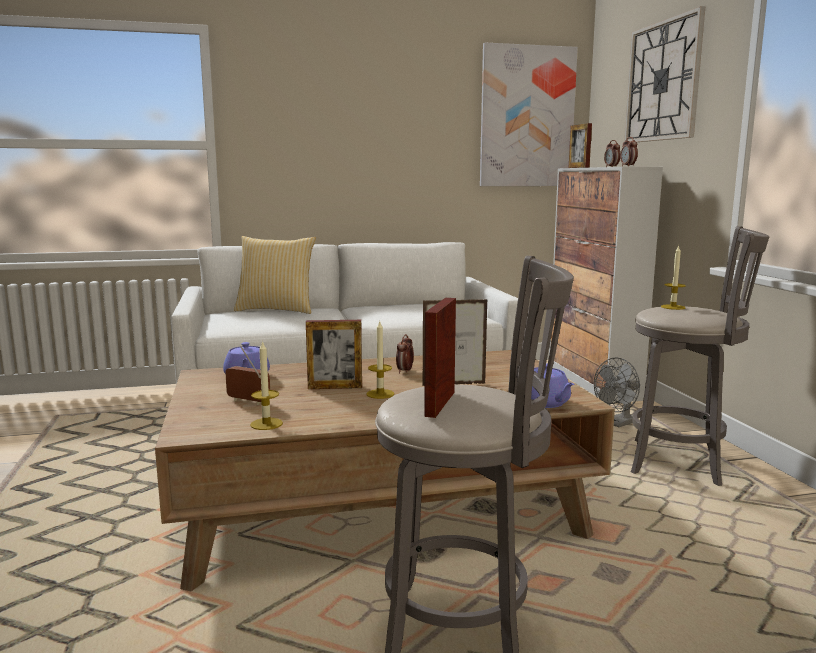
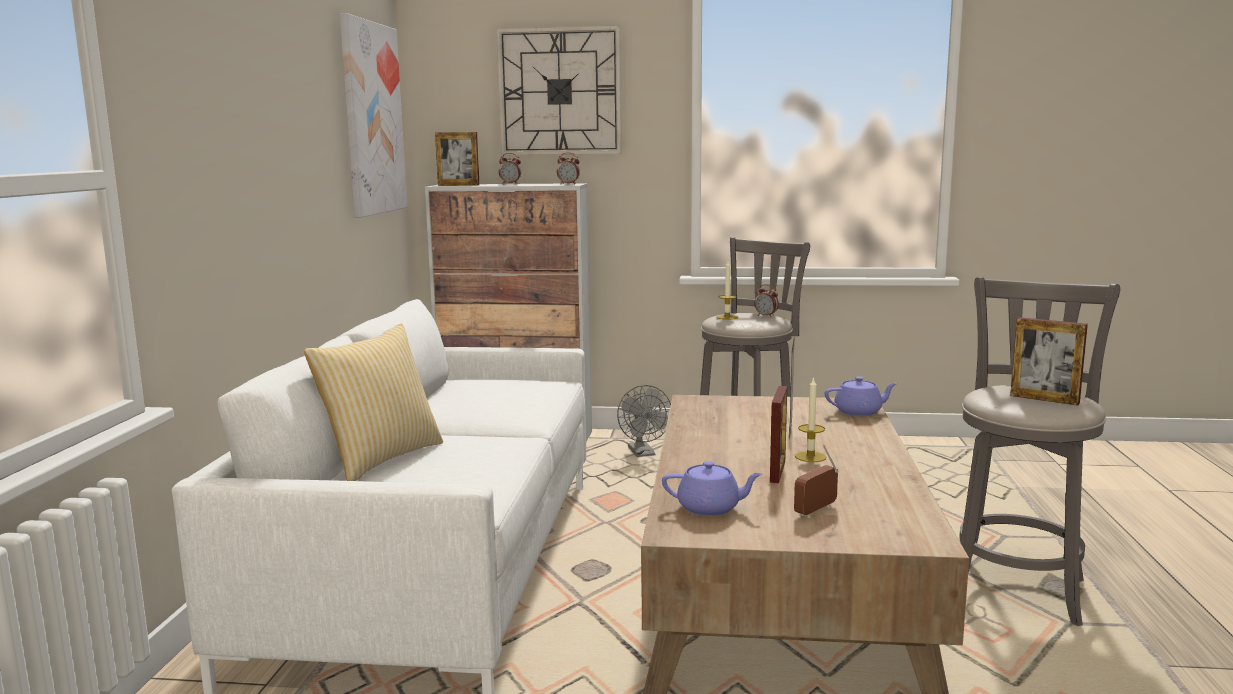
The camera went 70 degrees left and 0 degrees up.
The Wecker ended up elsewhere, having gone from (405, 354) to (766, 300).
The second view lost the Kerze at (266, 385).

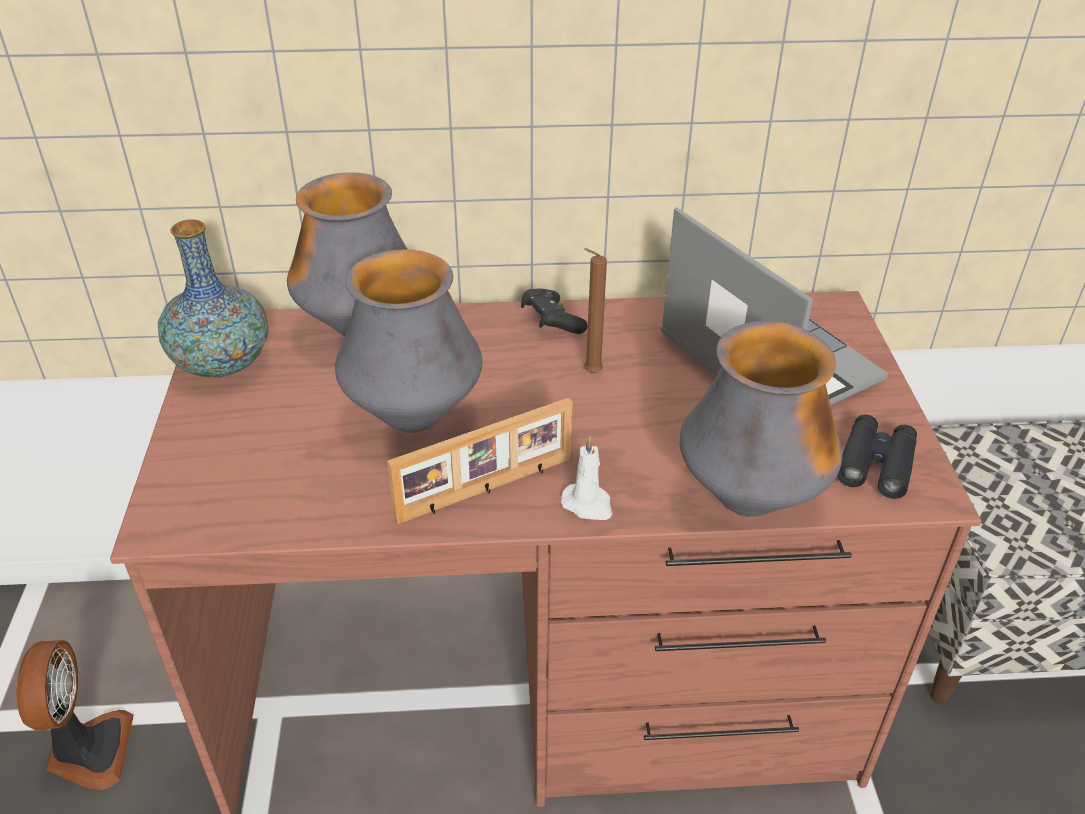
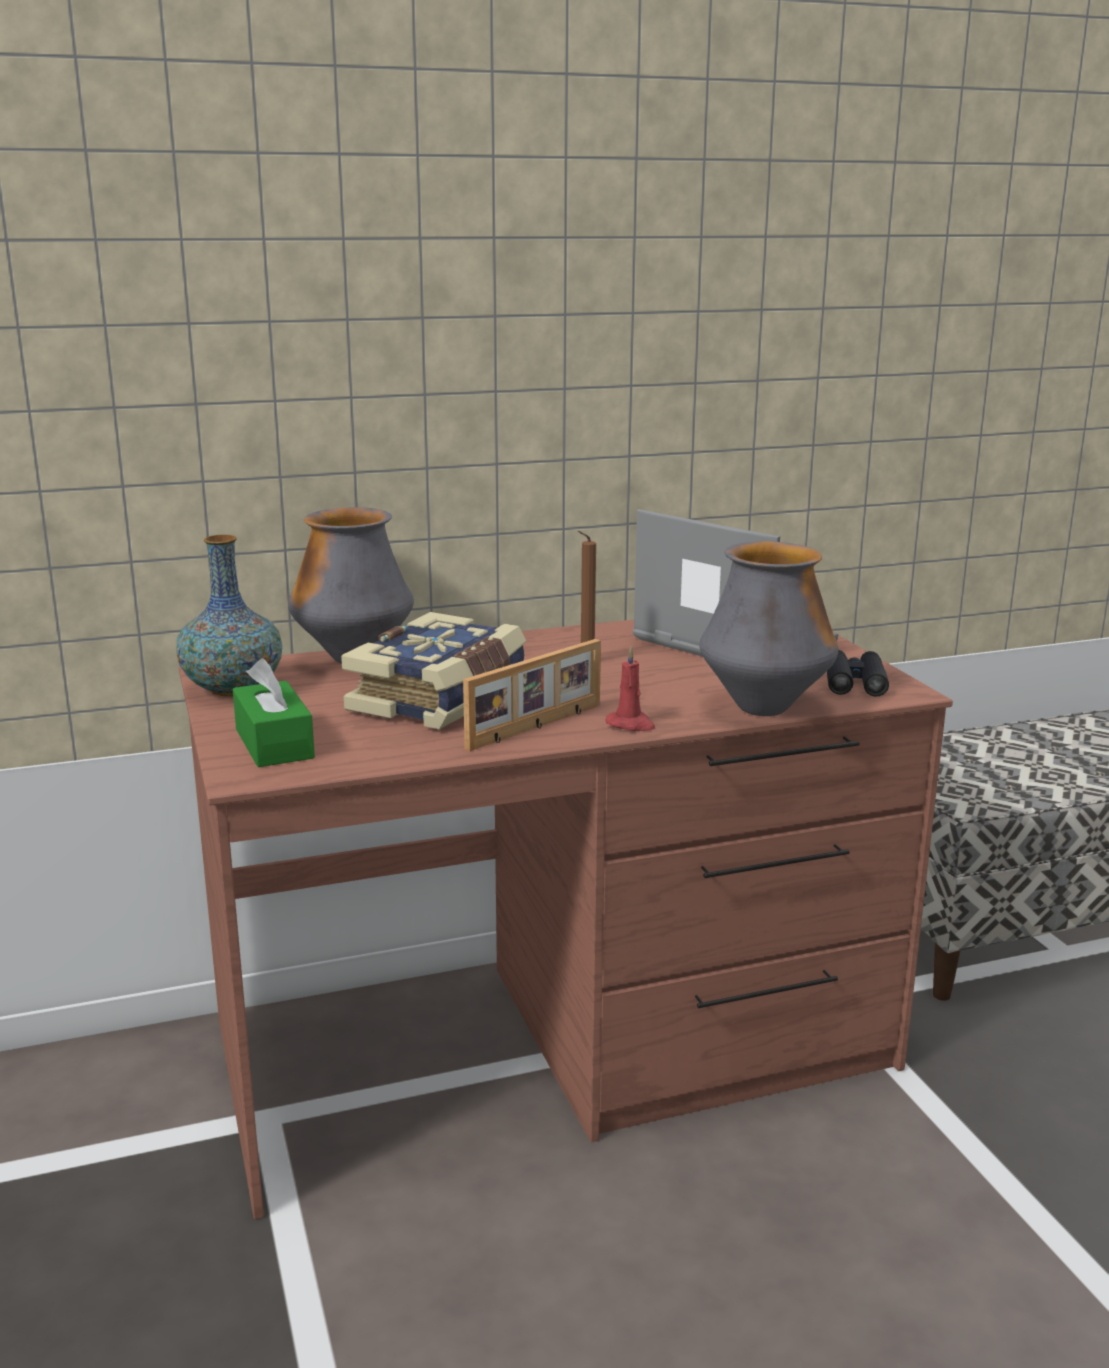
The camera went 15 degrees left and 20 degrees down.
The second view gained the Taschentuchbox/grün at (274, 712).
Where the Vase stood at (408, 341), the Buch came to stand at (433, 670).
What was the Kerze/weiß at (586, 478) turned into the Kerze/rot at (630, 688).
The second view lost the Ventilator at (75, 715).
The second view lost the Gamepad/schwarz at (554, 311).

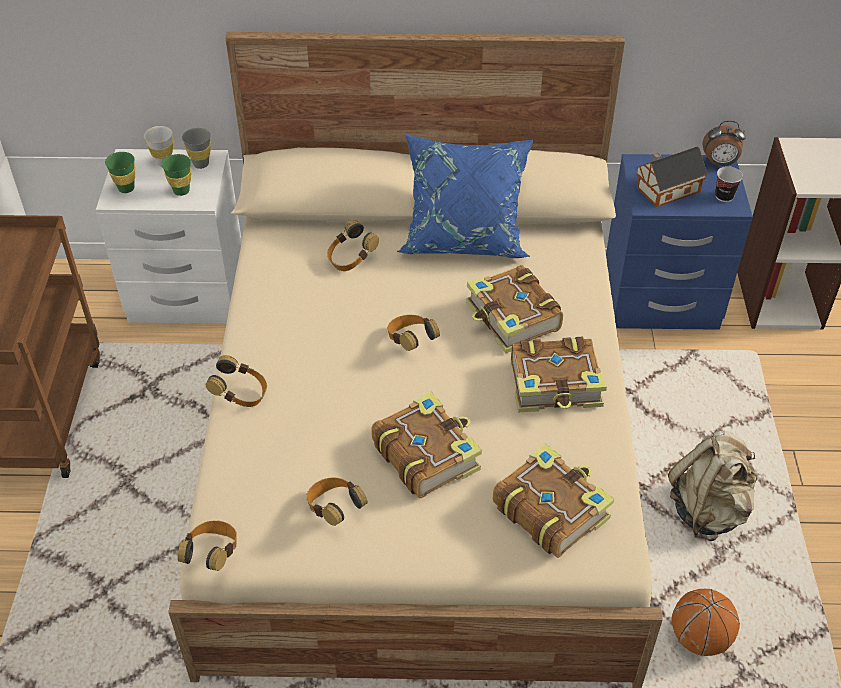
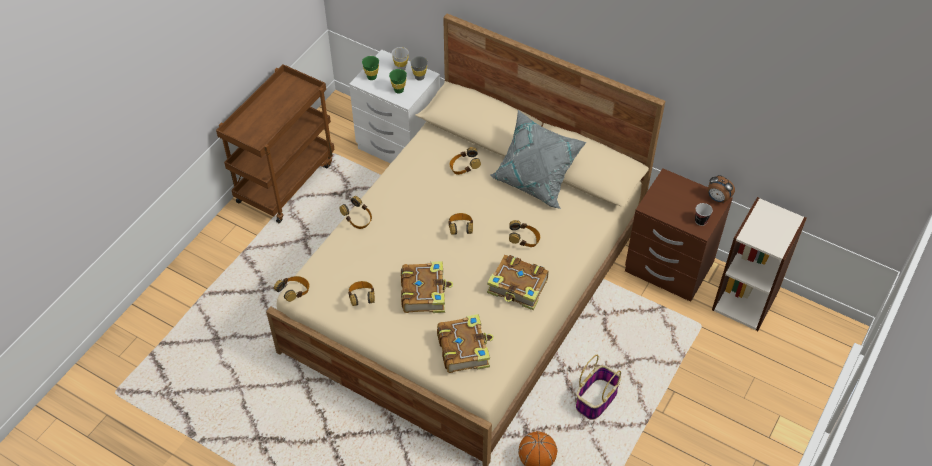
The camera went 30 degrees right and 5 degrees up.
What was the Kissen/blau at (465, 196) turned into the Kissen/grau at (538, 159).
Where the Buch stood at (514, 309), the Kopfhörer came to stand at (524, 233).
Where the Rucksack/beige stood at (712, 486), the Korb came to stand at (598, 387).
What was the Nachttisch/blau at (679, 242) turned into the Nachttisch/braun at (679, 235).
The second view lost the Spielzeughaus at (672, 177).

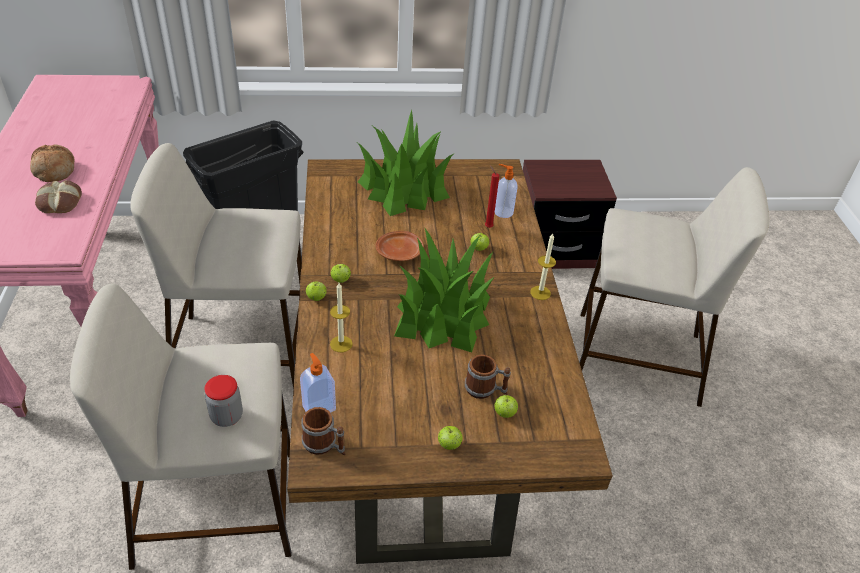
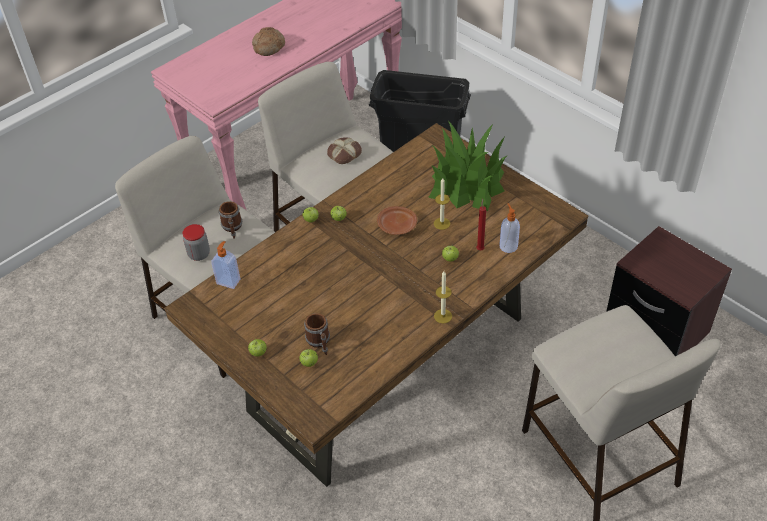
The camera went 55 degrees right and 5 degrees up.
The Henkelbecher ended up elsewhere, having gone from (323, 431) to (230, 220).
The Brot ended up elsewhere, having gone from (58, 196) to (344, 150).
The Kerze ended up elsewhere, having gone from (341, 317) to (442, 204).
The second view lost the Topfpflanze at (444, 290).

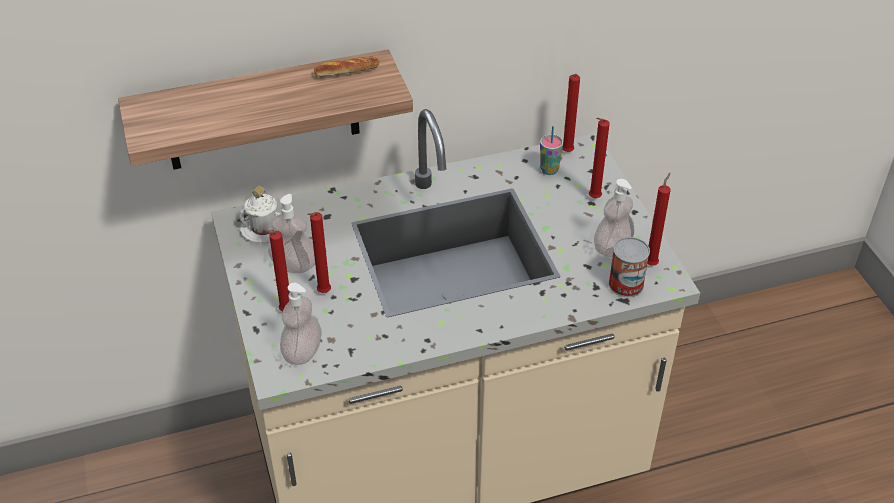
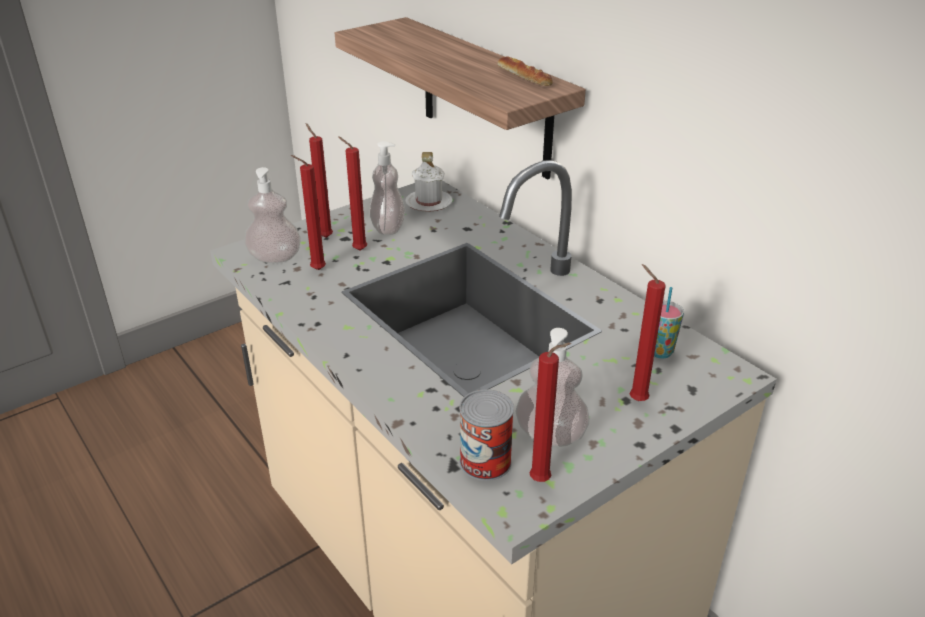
The camera went 70 degrees right and 10 degrees down.
The Kerze/rot ended up elsewhere, having gone from (571, 113) to (308, 212).

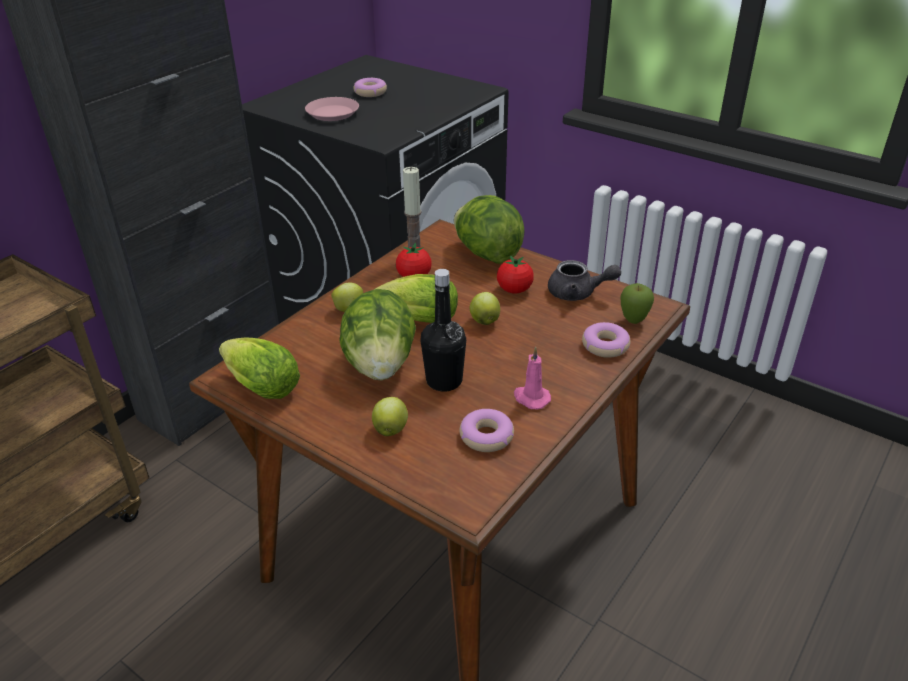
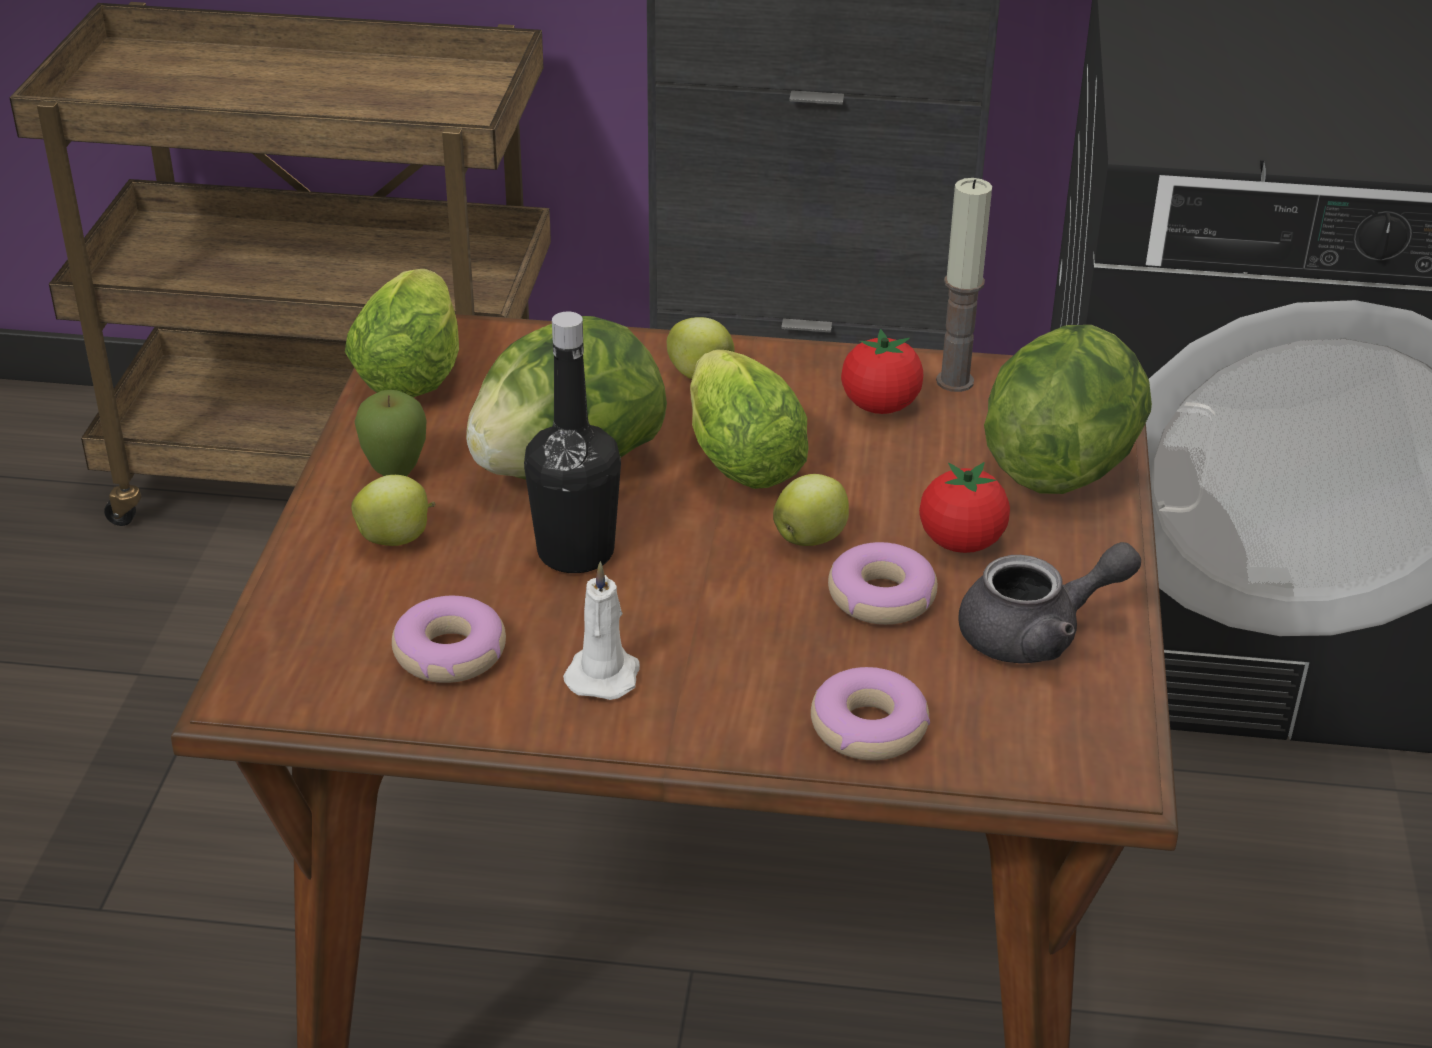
The camera went 60 degrees right and 0 degrees up.
The Apfel ended up elsewhere, having gone from (637, 303) to (390, 433).
What was the Kerze/rosa at (532, 378) turned into the Kerze/weiß at (601, 630).
The Donut ended up elsewhere, having gone from (370, 87) to (883, 583).
The Teekanne/grau at (584, 280) ended up facing another way, 90 degrees counterclockwise from before.
The second view lost the Teller/rosa at (332, 109).

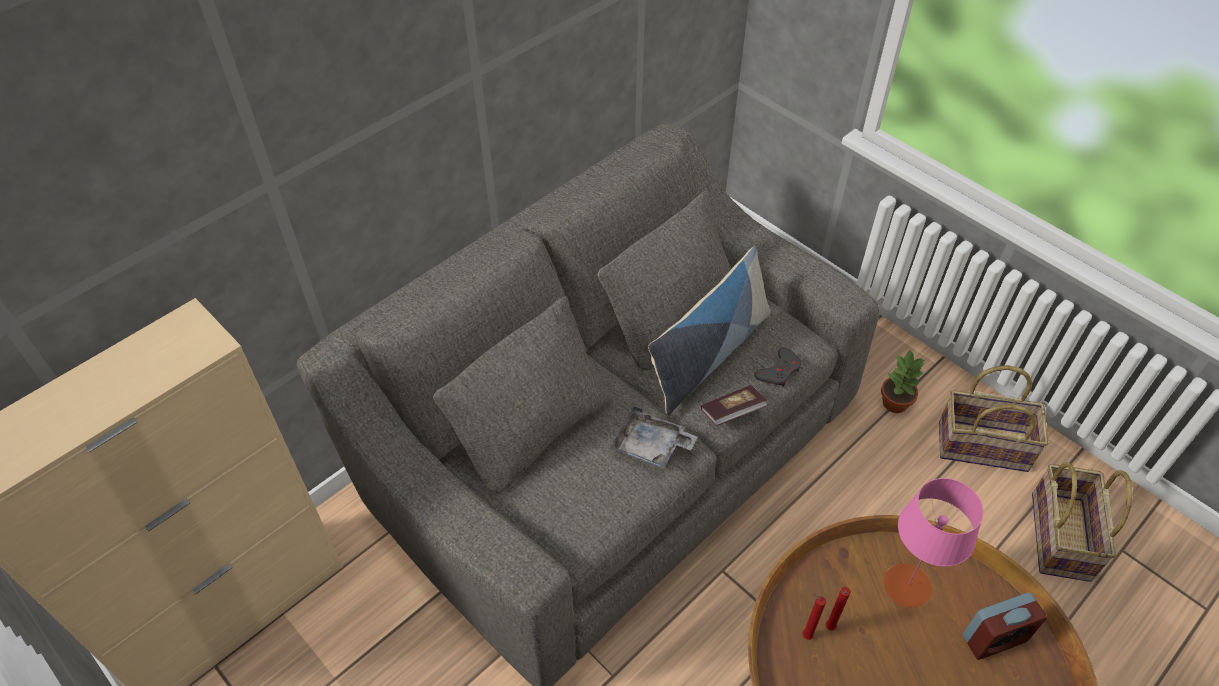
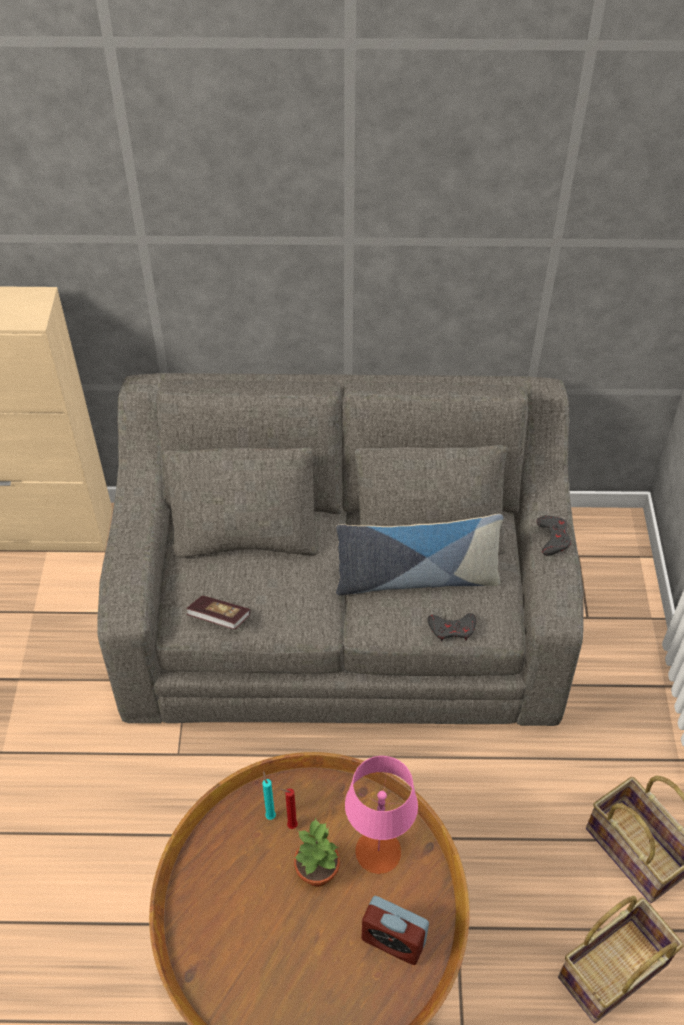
The camera went 45 degrees right and 0 degrees up.
The Buch ended up elsewhere, having gone from (734, 405) to (218, 613).
What was the Kerze/rot at (814, 616) turned into the Kerze/türkis at (269, 795).
The Topfpflanze ended up elsewhere, having gone from (903, 381) to (316, 852).
The second view gained the Gamepad/grau at (554, 536).
The second view lost the Tablett/grau at (654, 437).

